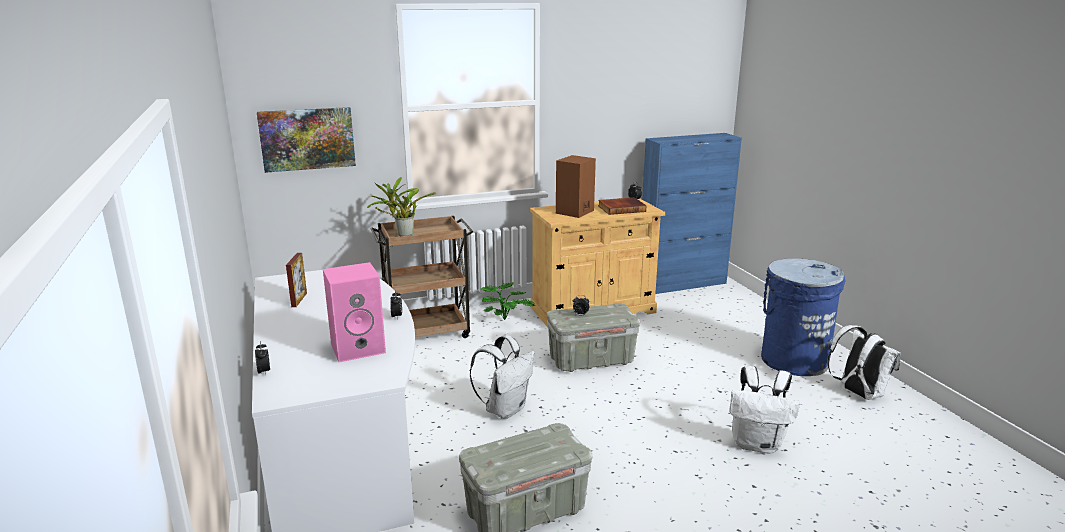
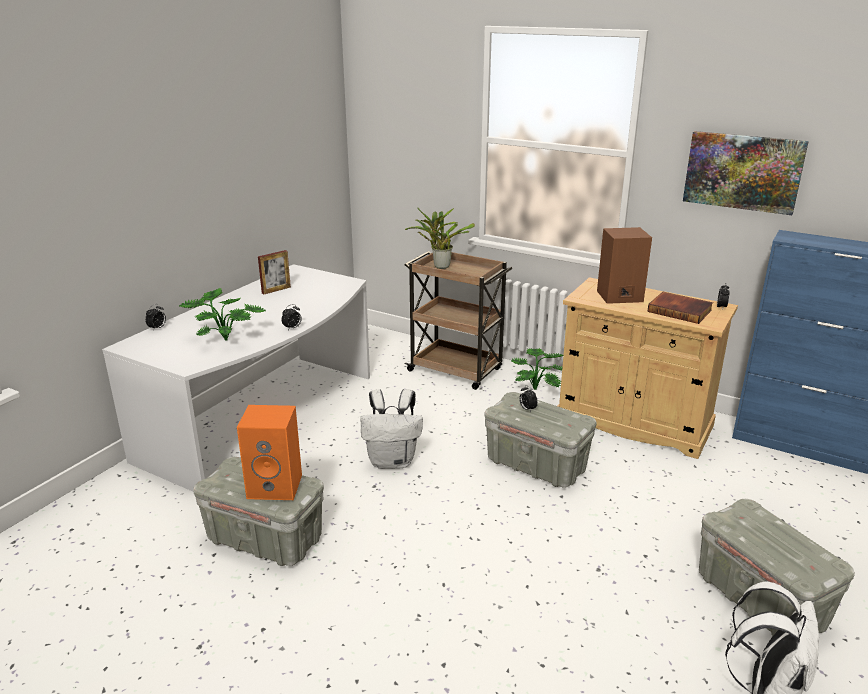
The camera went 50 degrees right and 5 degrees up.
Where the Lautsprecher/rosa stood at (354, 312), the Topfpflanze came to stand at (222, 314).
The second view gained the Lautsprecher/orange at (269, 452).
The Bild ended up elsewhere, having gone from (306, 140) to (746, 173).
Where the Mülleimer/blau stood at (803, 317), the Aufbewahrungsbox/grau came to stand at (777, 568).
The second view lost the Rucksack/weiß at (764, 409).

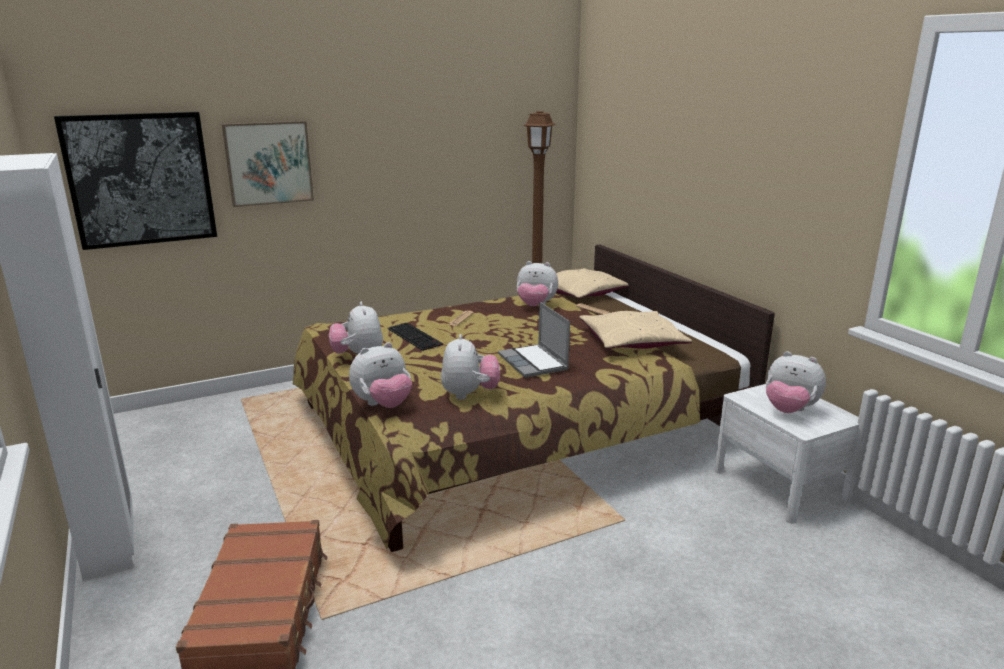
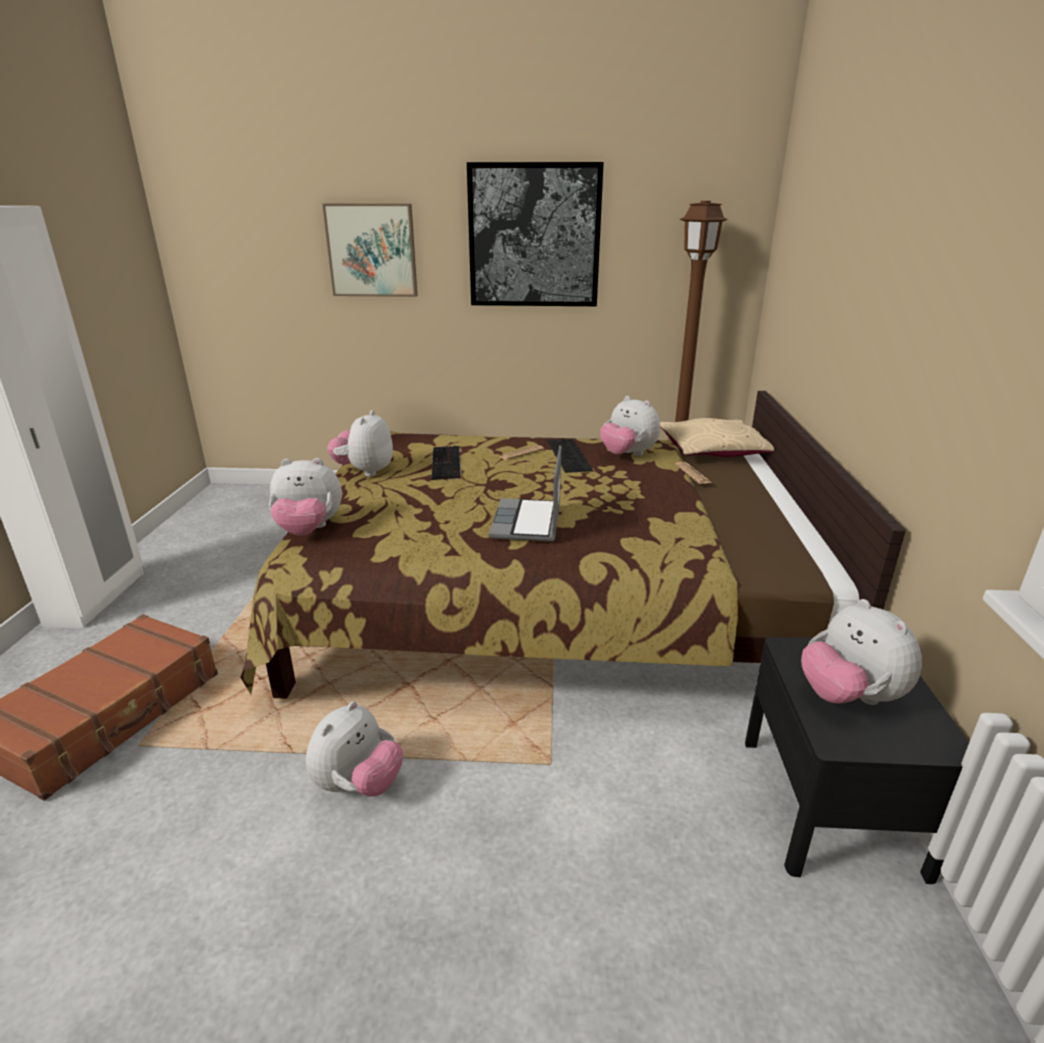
The camera went 30 degrees right and 5 degrees up.
The Plüschtier ended up elsewhere, having gone from (470, 367) to (354, 748).
The Bild ended up elsewhere, having gone from (135, 181) to (535, 234).
The second view gained the Tastatur at (570, 456).
What was the Nachttisch/weiß at (787, 453) turned into the Nachttisch/schwarz at (857, 760).
The second view lost the Kissen/beige at (635, 330).

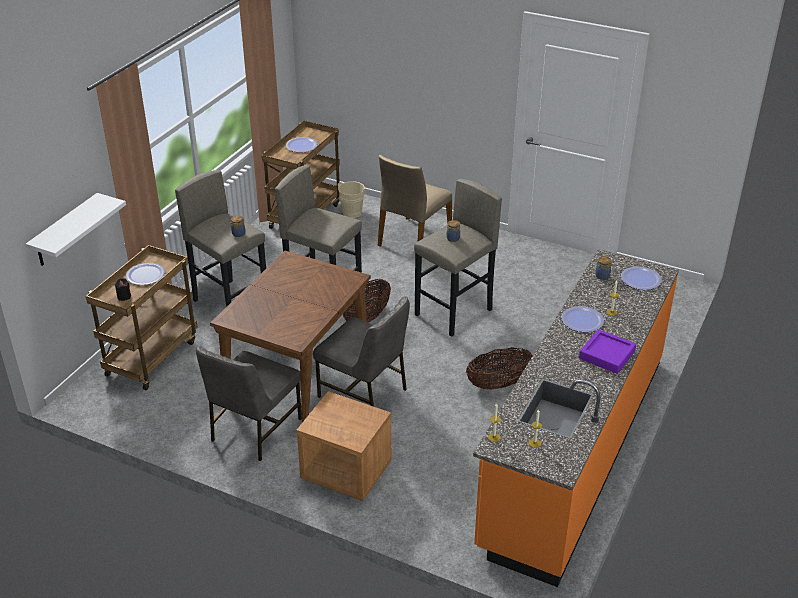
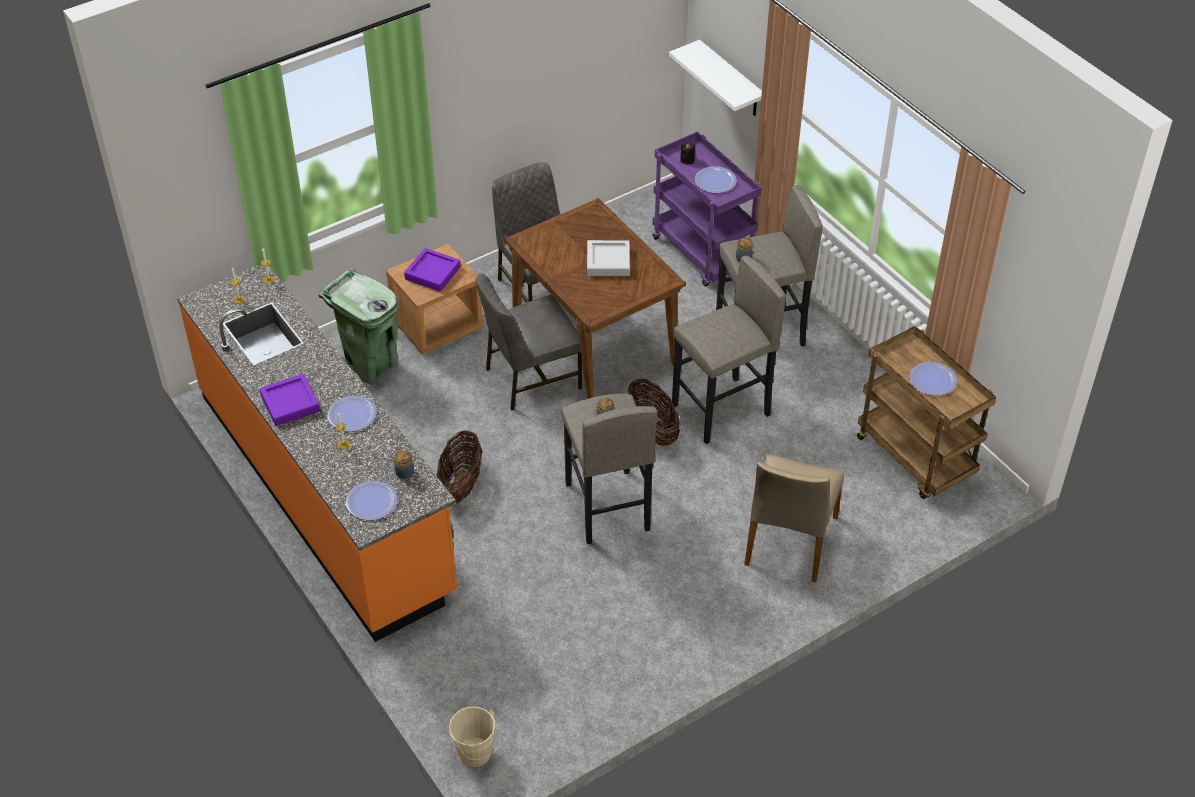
The camera went 120 degrees right and 10 degrees up.
The second view gained the Mülleimer/grün at (358, 326).
The second view gained the Tablett/lila at (432, 270).
The Eimer/beige ended up elsewhere, having gone from (353, 199) to (475, 736).
The second view gained the Tablett/grau at (608, 258).
What was the Rollwagen/braun at (141, 317) turned into the Rollwagen/lila at (707, 209).
The Stuhl/beige at (415, 200) ended up facing another way, 135 degrees counterclockwise from before.

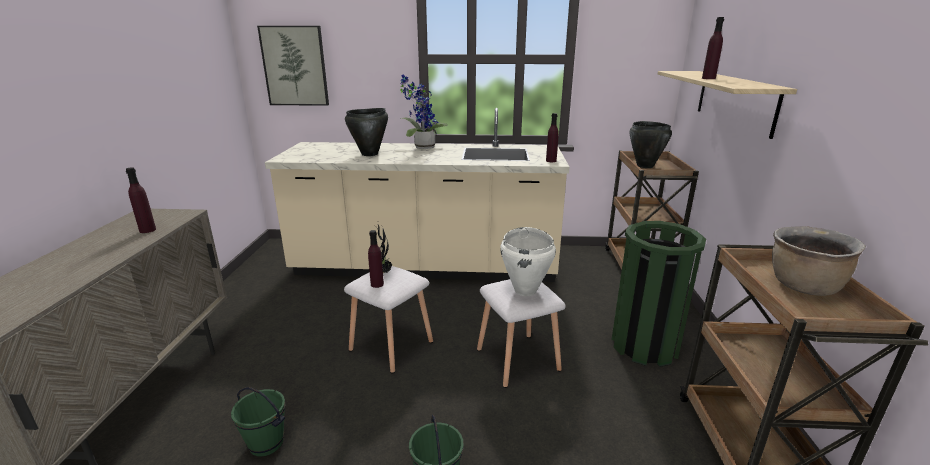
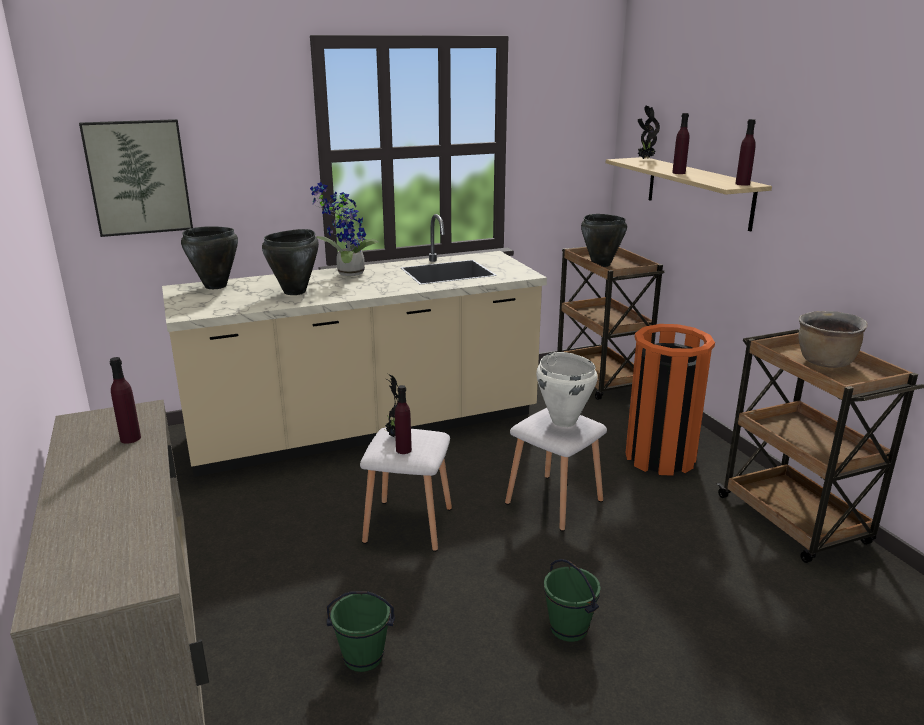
The camera went 25 degrees left and 0 degrees up.
The second view gained the Kochtopf/schwarz at (209, 257).
What was the Mülleimer/grün at (659, 294) turned into the Mülleimer/orange at (670, 400).
The second view gained the Topfpflanze at (649, 132).
The Flasche/lila ended up elsewhere, having gone from (552, 137) to (745, 152).

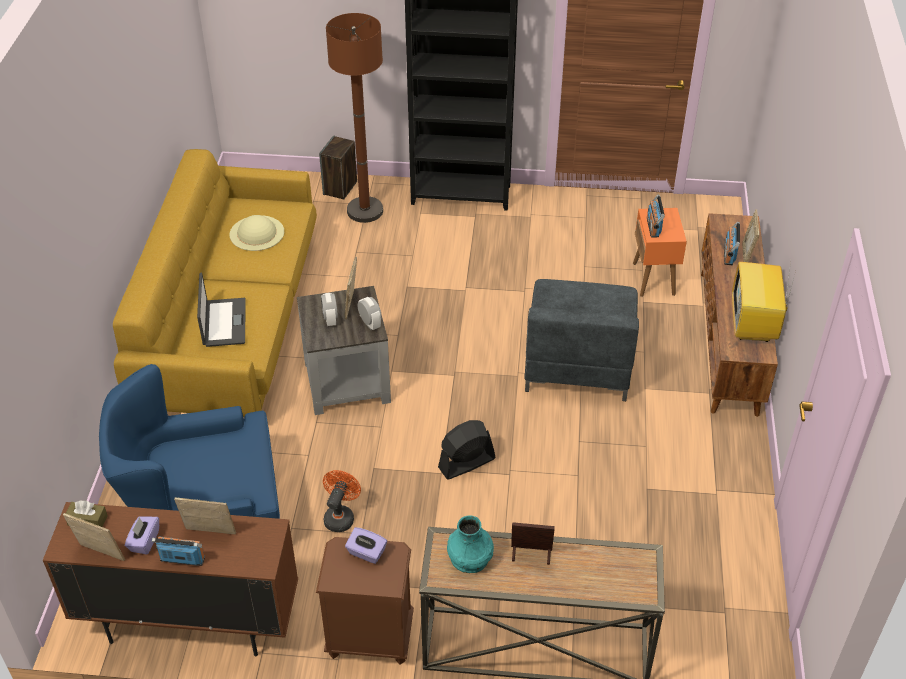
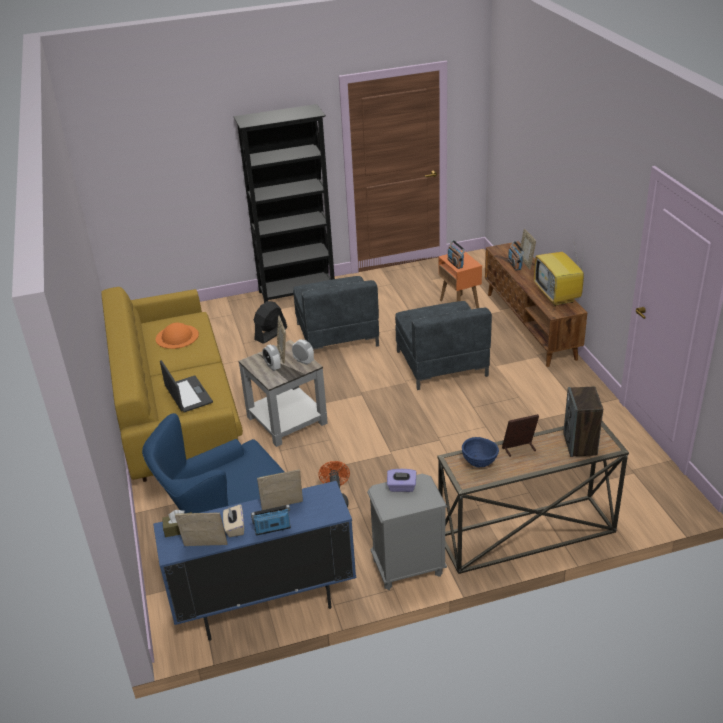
The camera went 20 degrees left and 10 degrees down.
What was the Schrank/braun at (170, 579) turned into the Schrank/blau at (254, 561).
What was the Hut/beige at (257, 233) turned into the Hut/orange at (177, 336).
What was the Taschentuchbox/lila at (142, 536) turned into the Taschentuchbox/beige at (233, 520).
The Ventilator/schwarz ended up elsewhere, having gone from (466, 450) to (270, 322).
The second view gained the Sessel/grau at (336, 313).
What was the Nachttisch/braun at (365, 601) turned into the Nachttisch/grau at (407, 532).
Where the Vase/türkis stood at (470, 544), the Schüssel/blau came to stand at (480, 452).
The Lautsprecher ended up elsewhere, having gone from (338, 167) to (583, 422).
The second view lost the Stehlampe/braun at (354, 118).

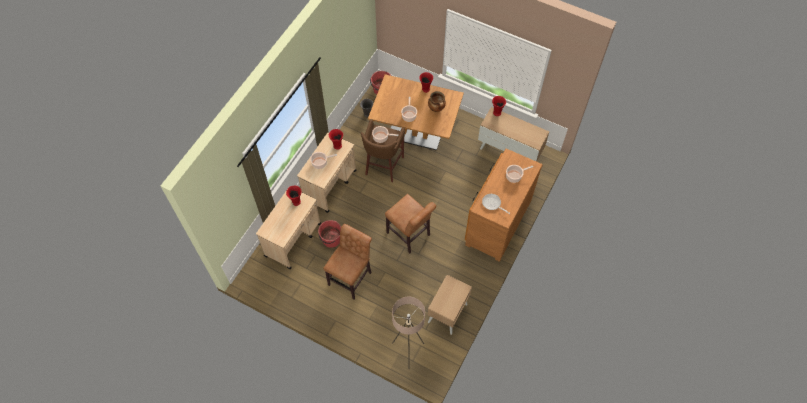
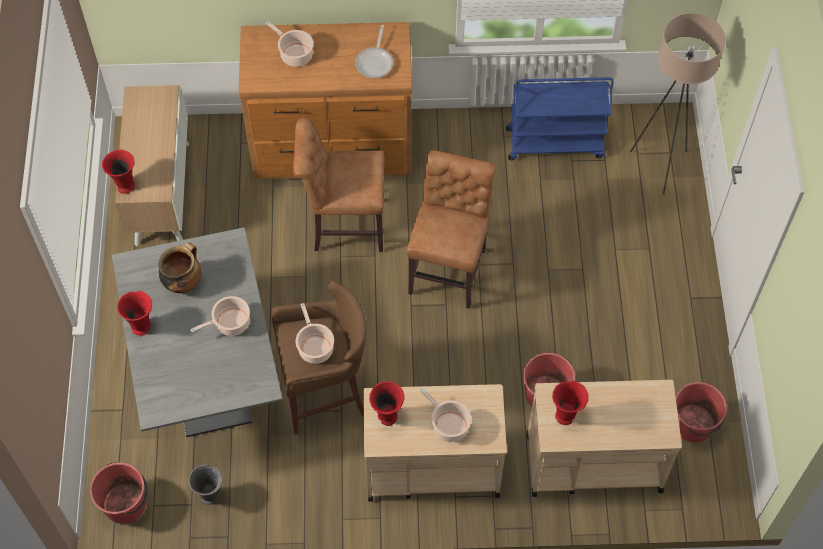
The camera went 120 degrees left and 0 degrees up.
What was the Esstisch/braun at (416, 112) turned into the Esstisch/grau at (197, 332).
The Stuhl/braun ended up elsewhere, having gone from (347, 262) to (339, 185).
Where the Nachttisch/beige stood at (450, 305), the Rollwagen/blau came to stand at (559, 118).
The second view gained the Eimer/rot at (701, 412).

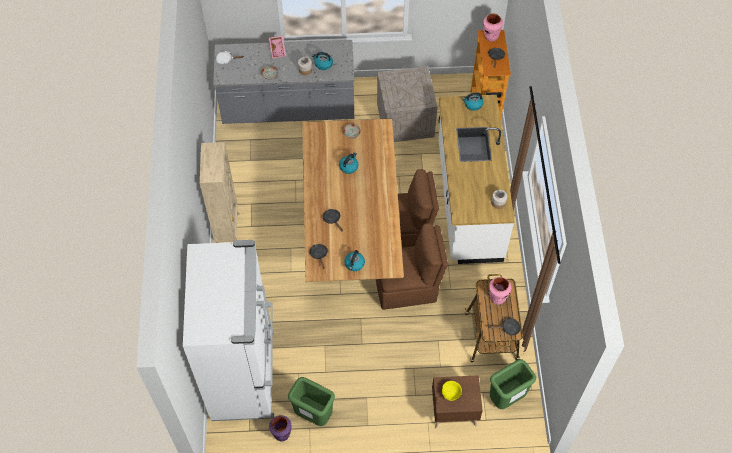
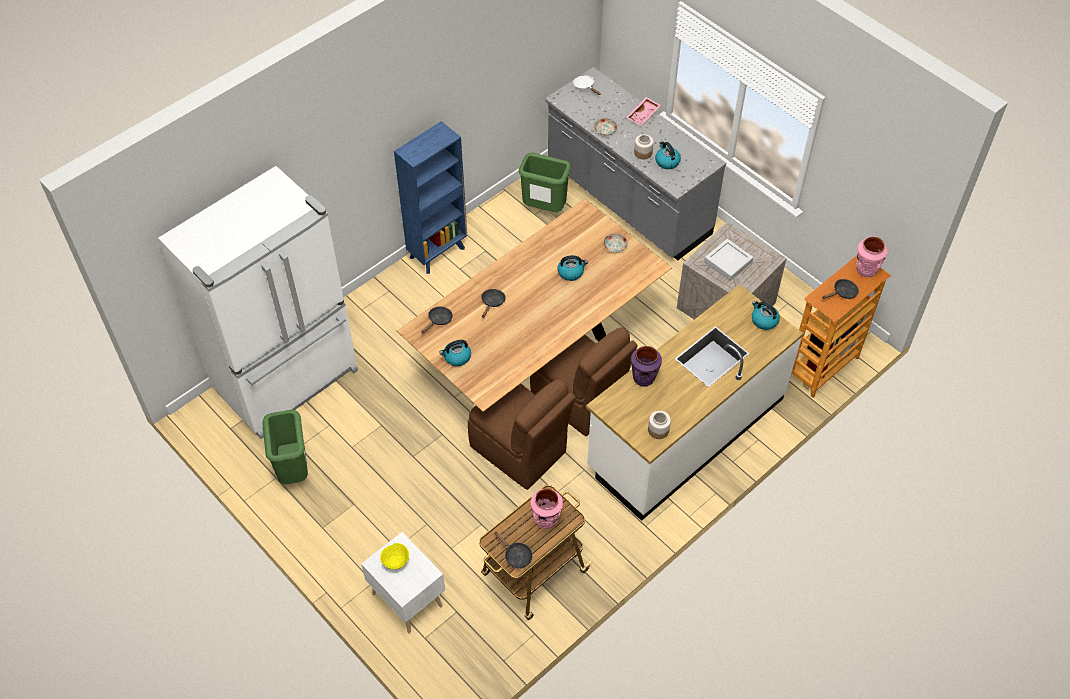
The camera went 50 degrees right and 5 degrees down.
What was the Nachttisch/braun at (457, 401) turned into the Nachttisch/weiß at (403, 582).
What was the Bücherregal/beige at (219, 192) turned into the Bücherregal/blau at (430, 197).
The Mülleimer/grün ended up elsewhere, having gone from (513, 384) to (544, 182).
The Vase/lila ended up elsewhere, having gone from (280, 428) to (646, 366).
The second view gained the Tablett/grau at (728, 260).

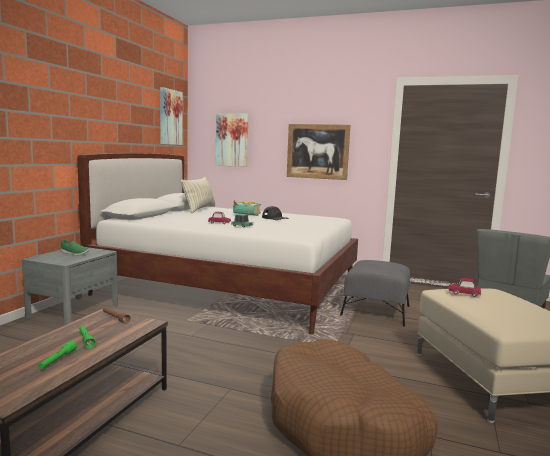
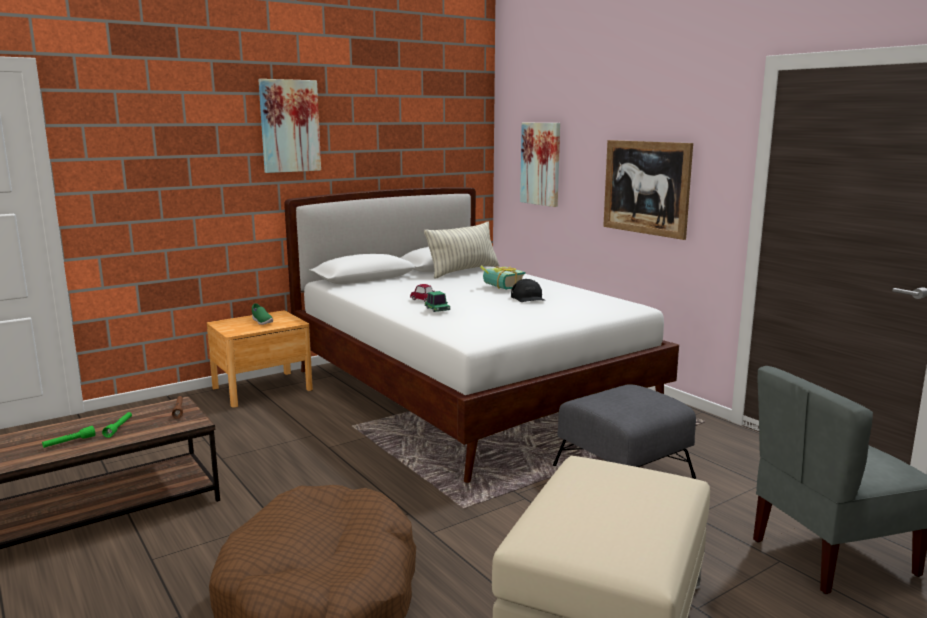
The camera went 35 degrees right and 5 degrees up.
What was the Nachttisch/grau at (70, 286) turned into the Nachttisch/braun at (260, 359).
The Bild ended up elsewhere, having gone from (171, 116) to (289, 126).
The second view lost the Spielzeugauto at (464, 287).

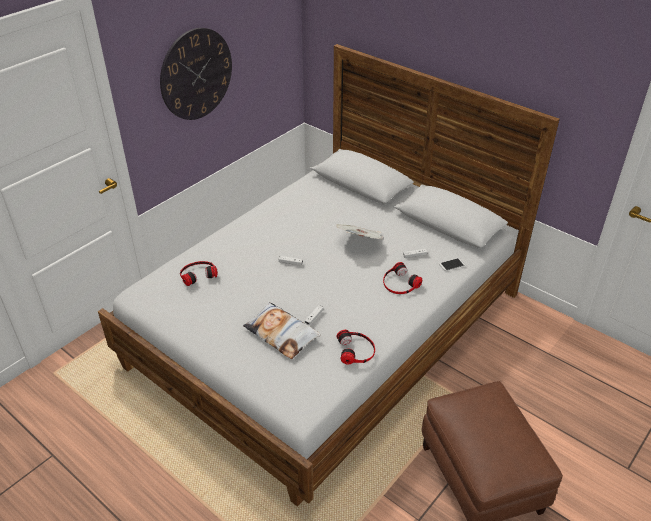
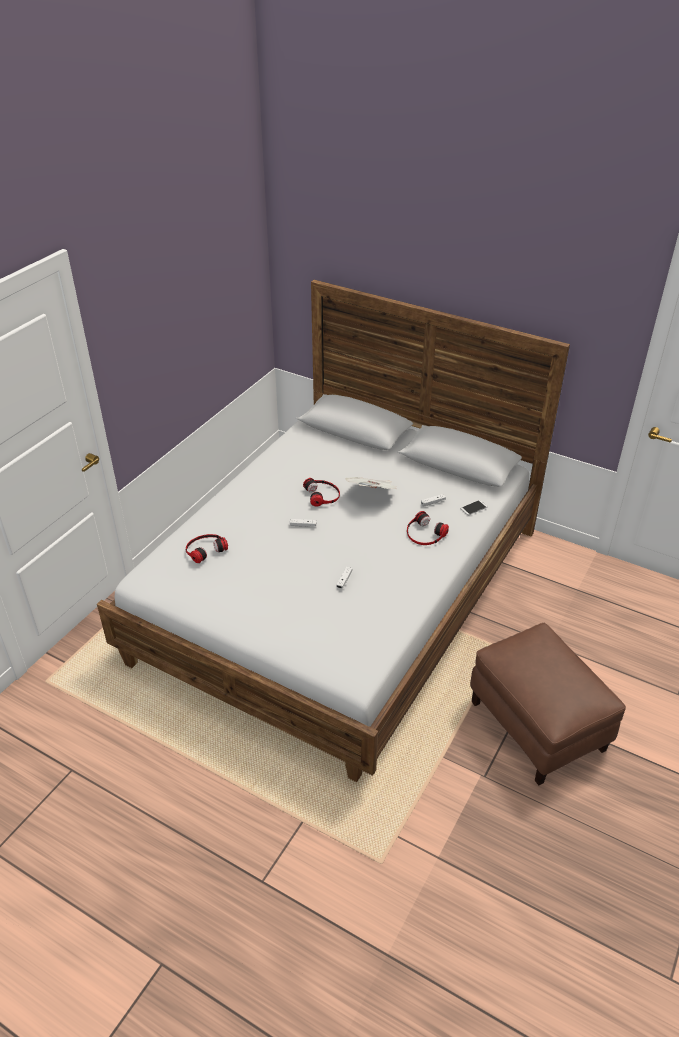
The camera went 10 degrees left and 0 degrees up.
The Kopfhörer ended up elsewhere, having gone from (356, 347) to (321, 492).
The second view lost the Wanduhr at (196, 74).
The second view lost the Kissen at (282, 330).

